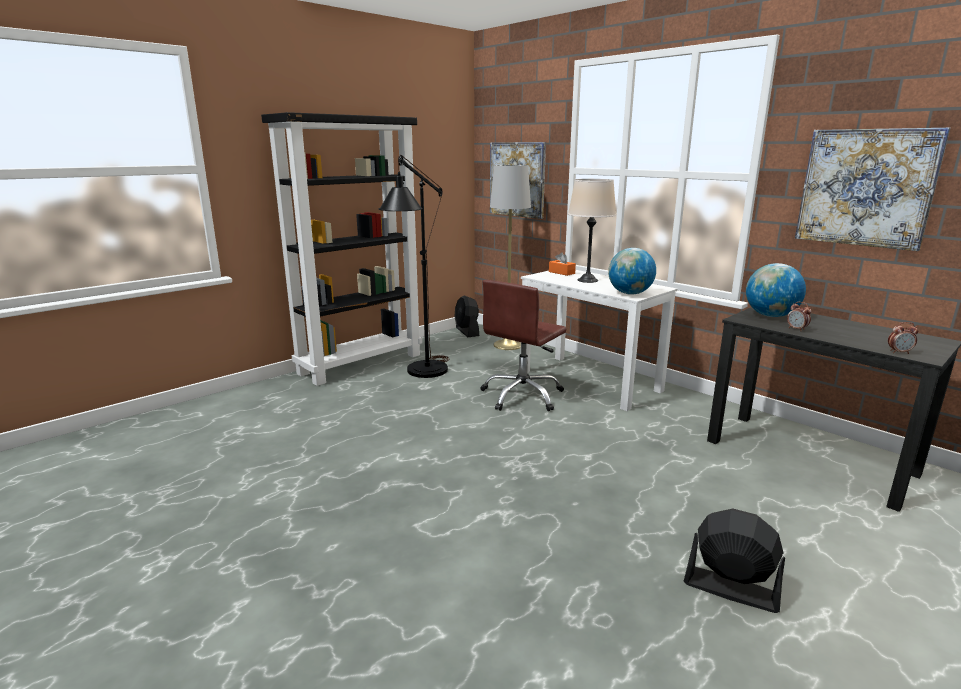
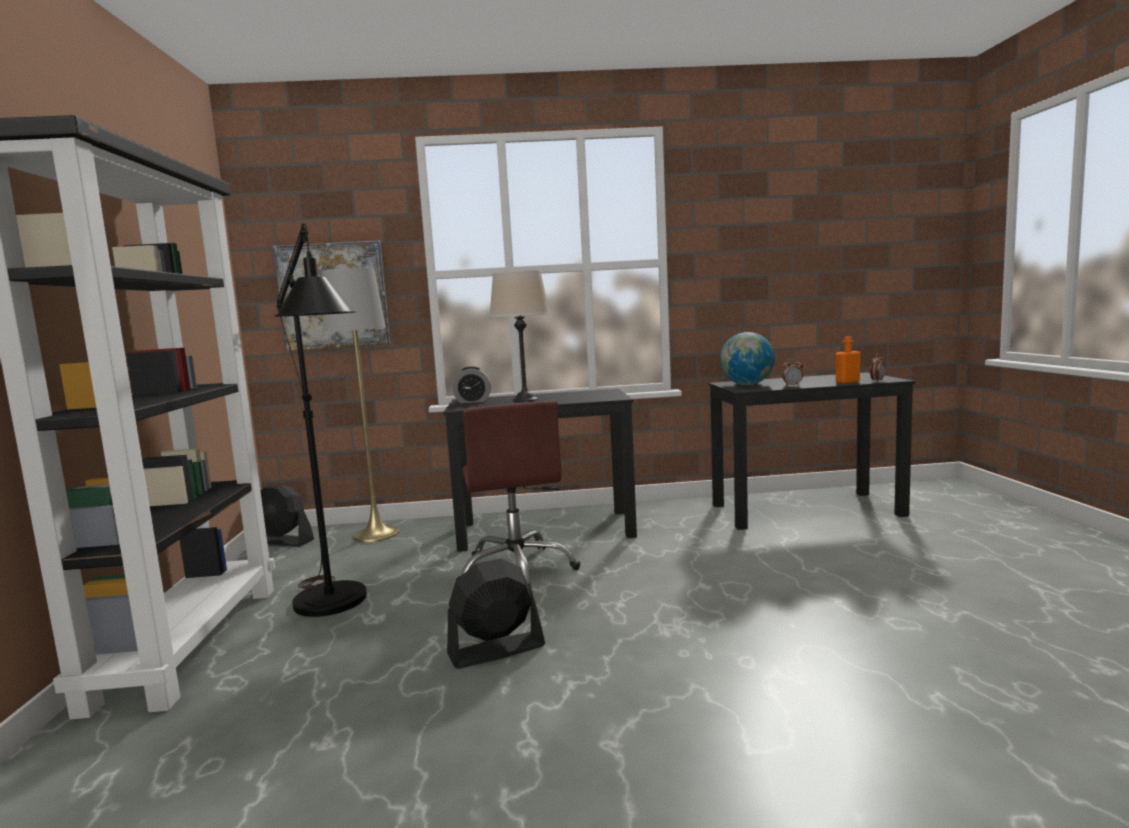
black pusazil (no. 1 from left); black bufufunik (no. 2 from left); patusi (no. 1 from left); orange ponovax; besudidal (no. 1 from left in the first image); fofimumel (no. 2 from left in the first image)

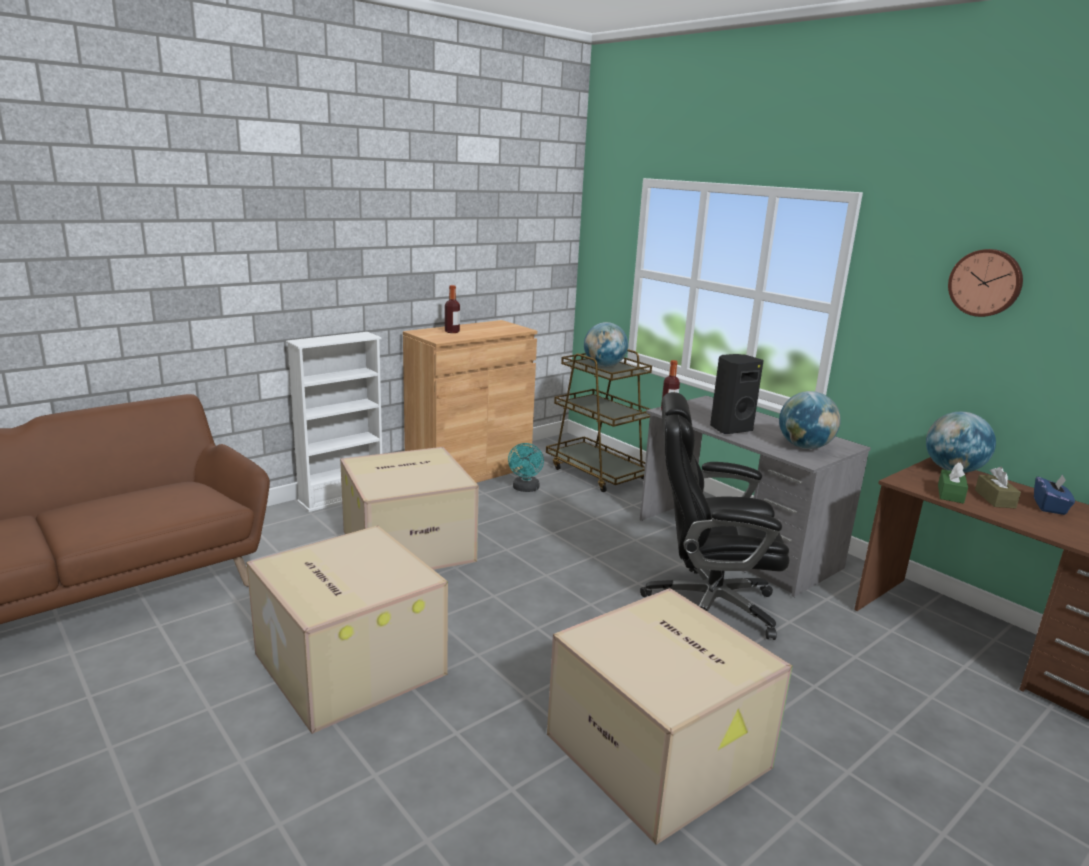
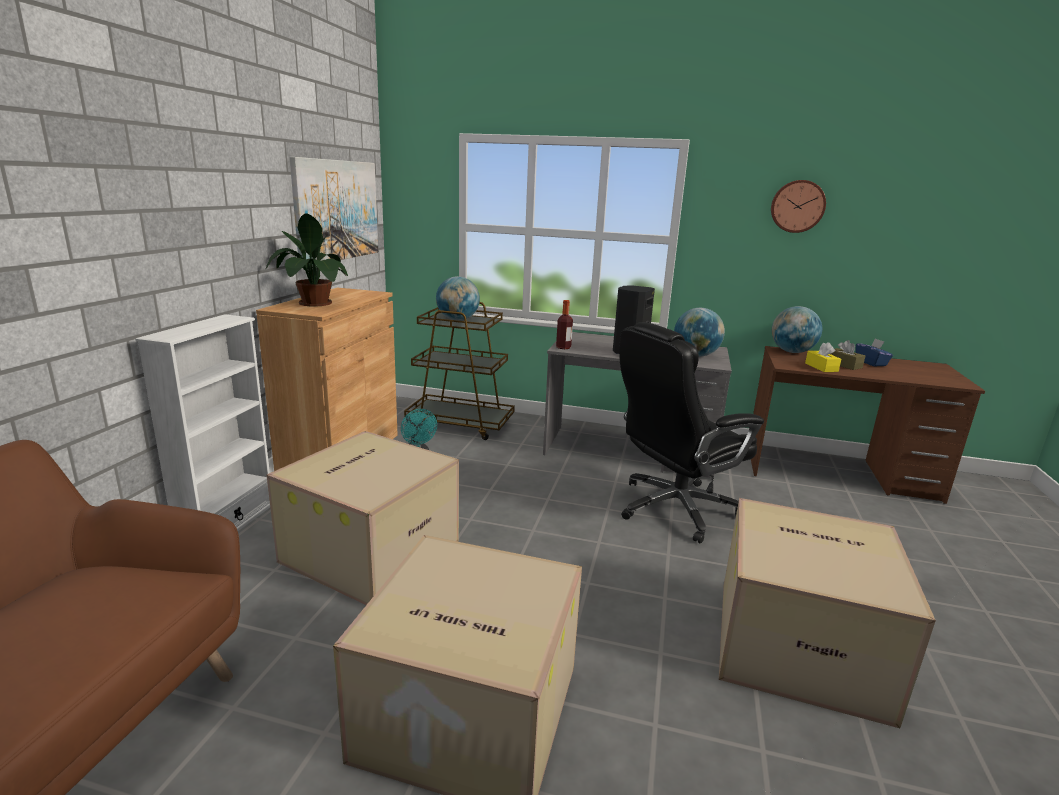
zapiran; fofimumel; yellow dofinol

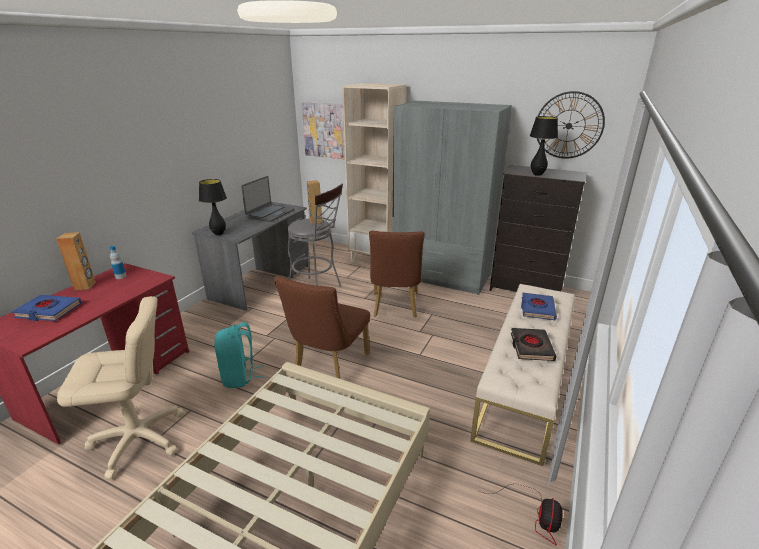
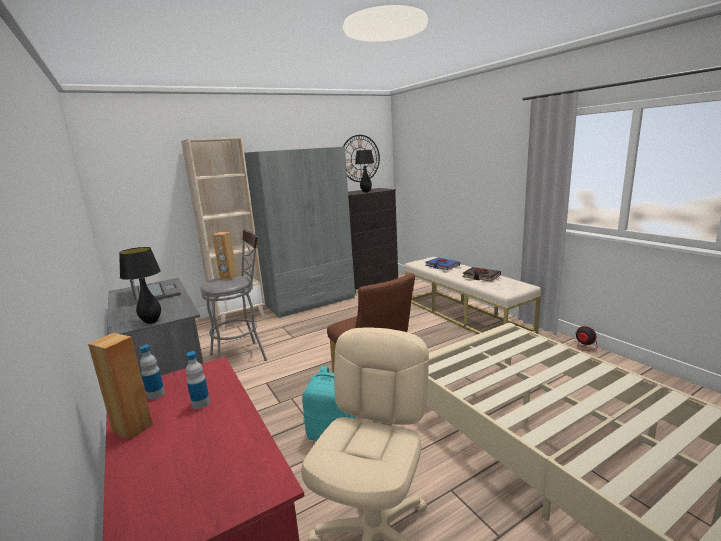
ponovax (no. 2 from left); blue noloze (no. 1 from left in the first image); fofimumel; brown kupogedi (no. 2 from left in the first image)

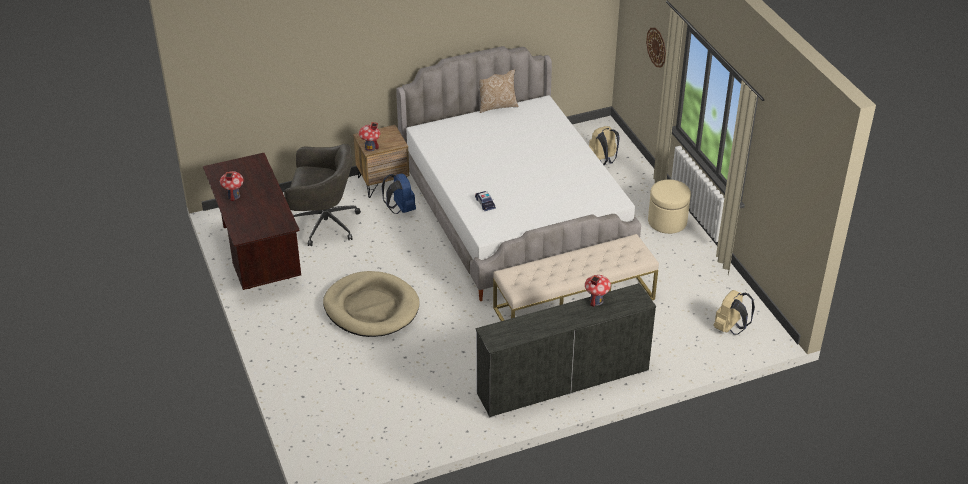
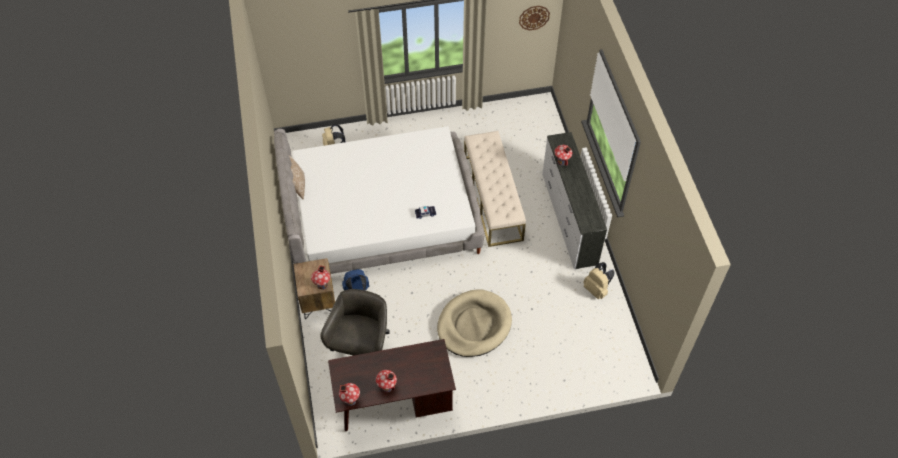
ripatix (no. 2 from left); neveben; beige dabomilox (no. 2 from left); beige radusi

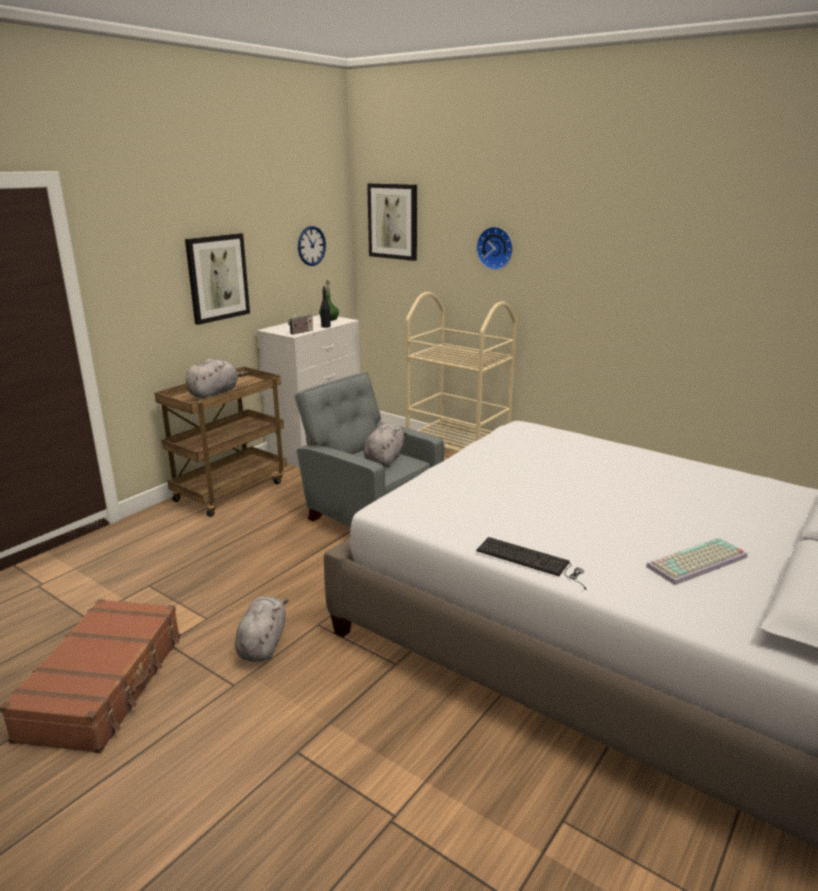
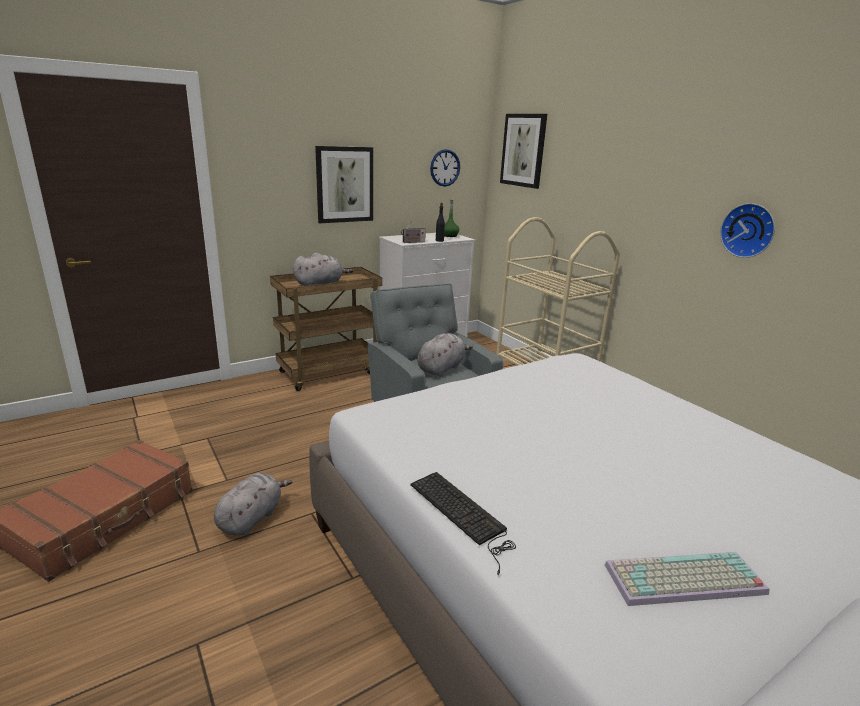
neveben (no. 2 from left)

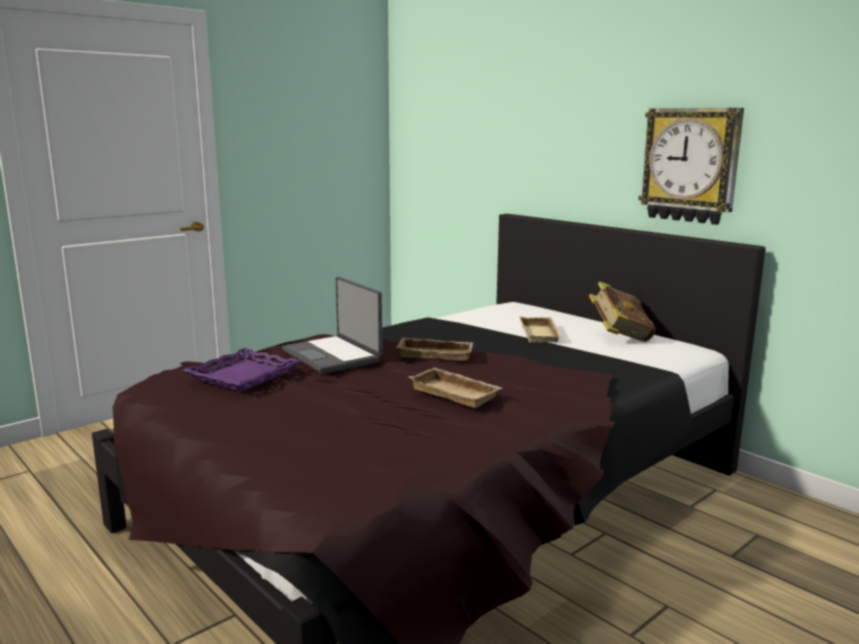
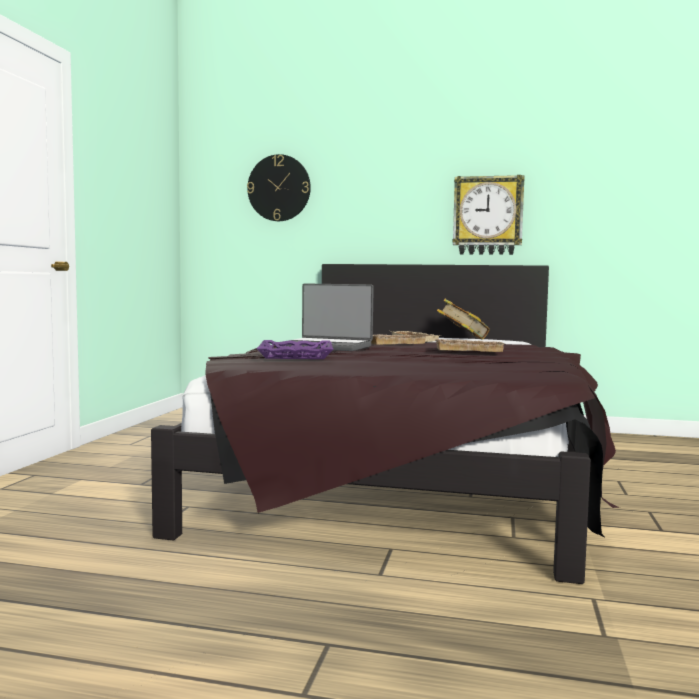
neveben (no. 1 from left)

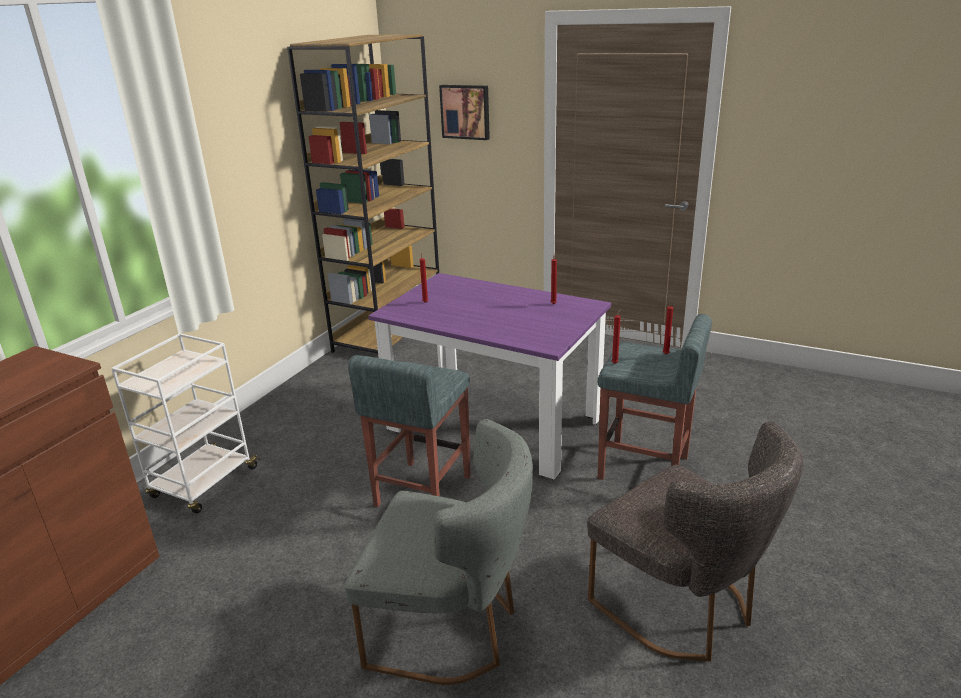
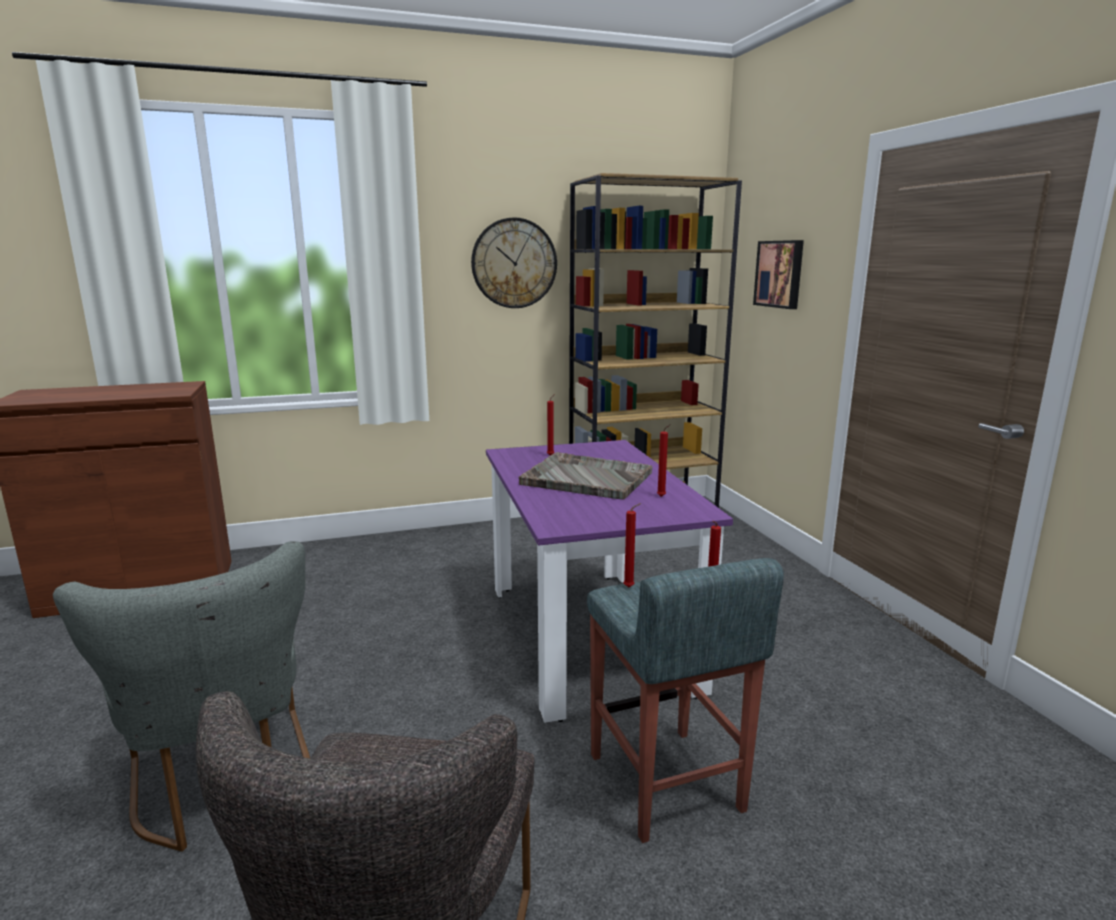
neveben; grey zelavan; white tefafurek; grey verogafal (no. 1 from left in the first image)

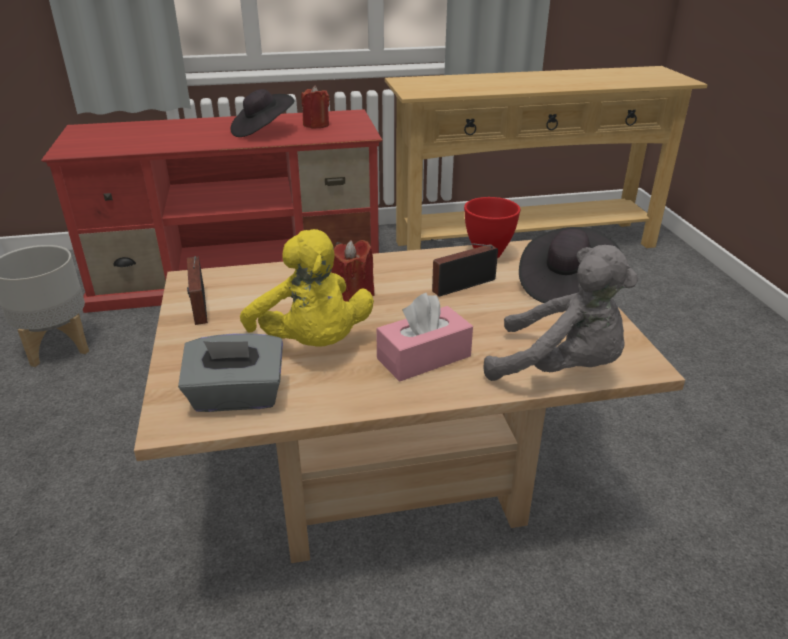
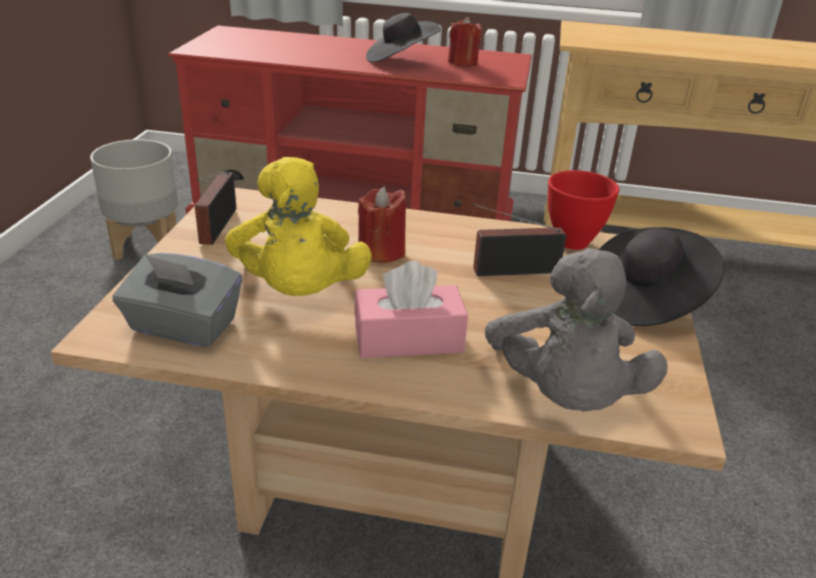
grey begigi

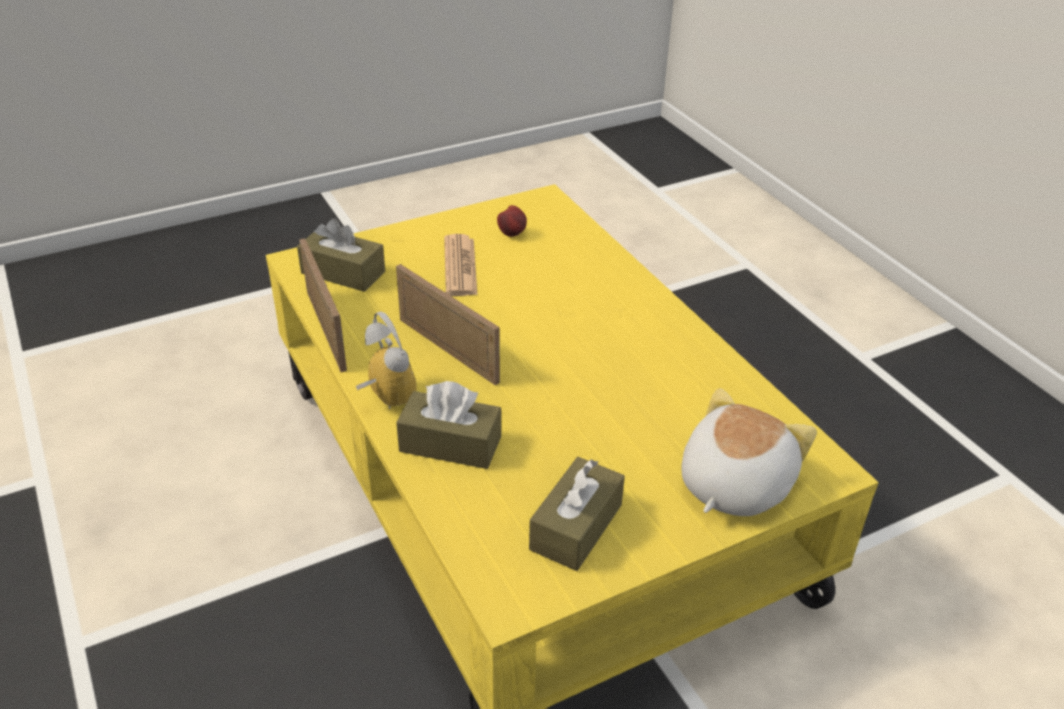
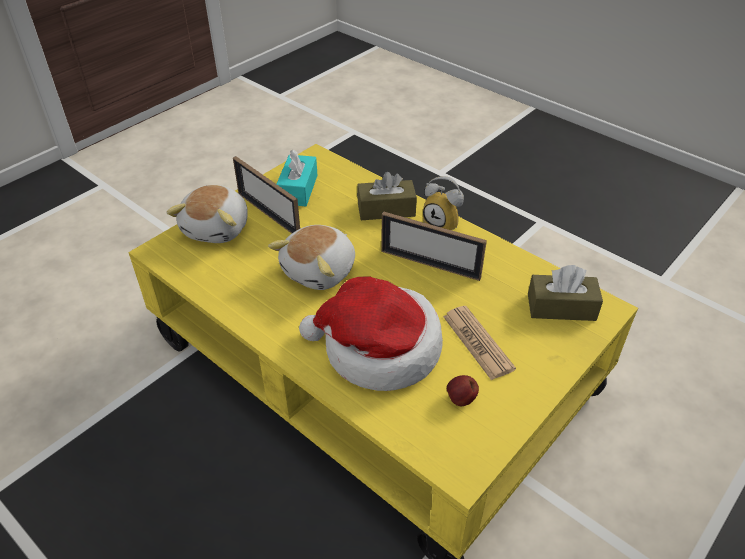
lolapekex (no. 1 from left); begigi (no. 2 from left); turquoise dofinol; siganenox

